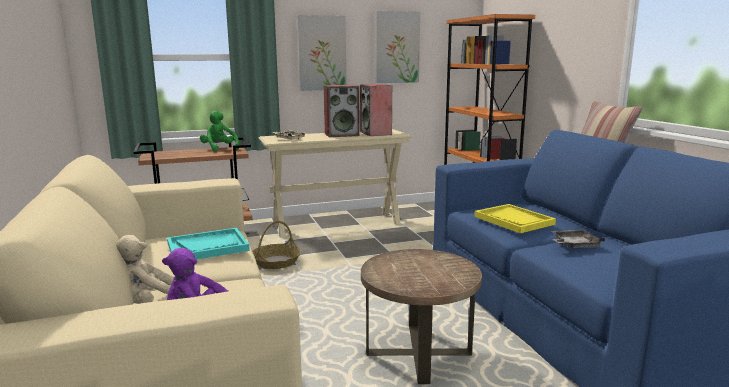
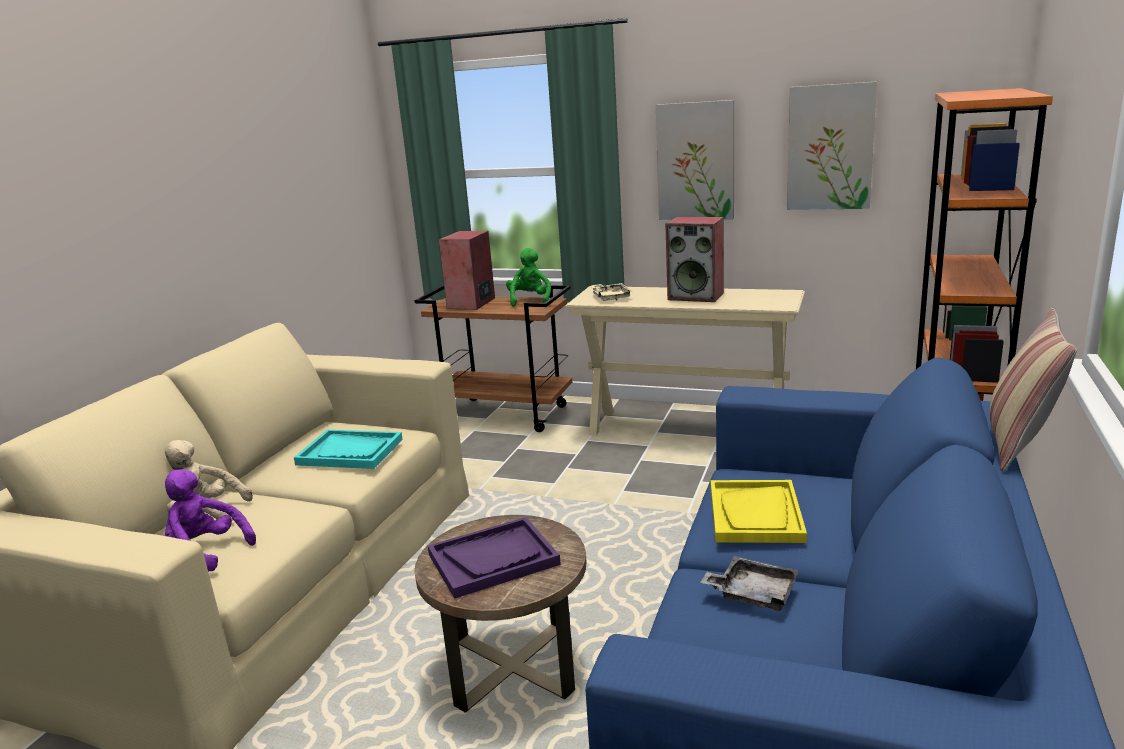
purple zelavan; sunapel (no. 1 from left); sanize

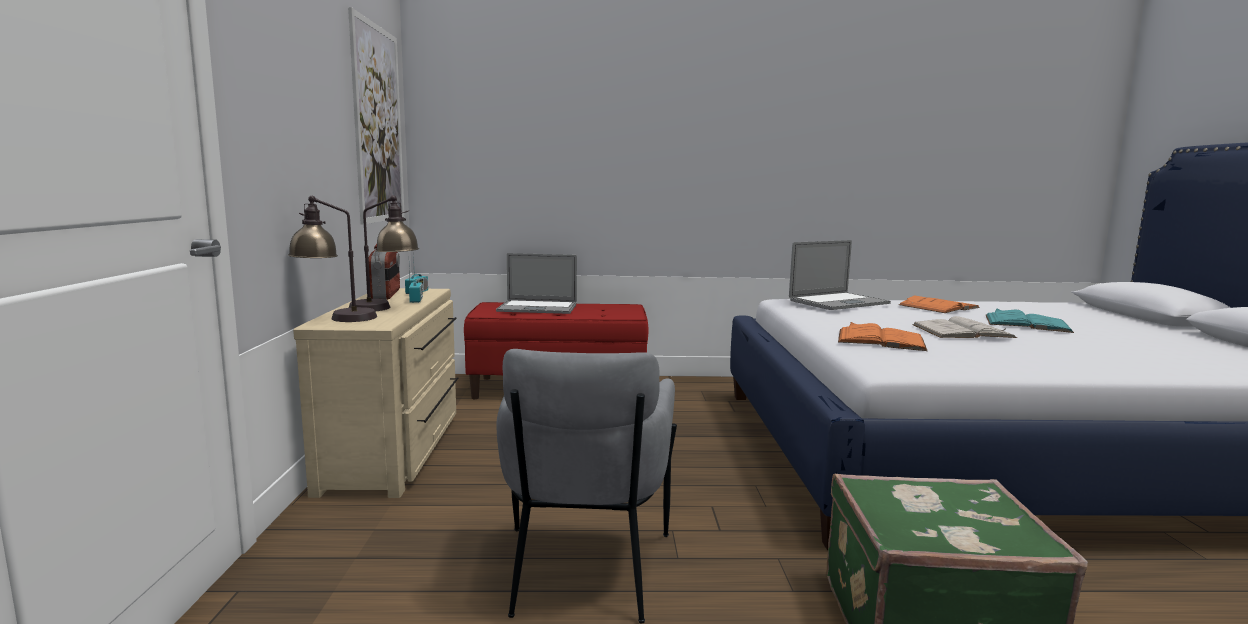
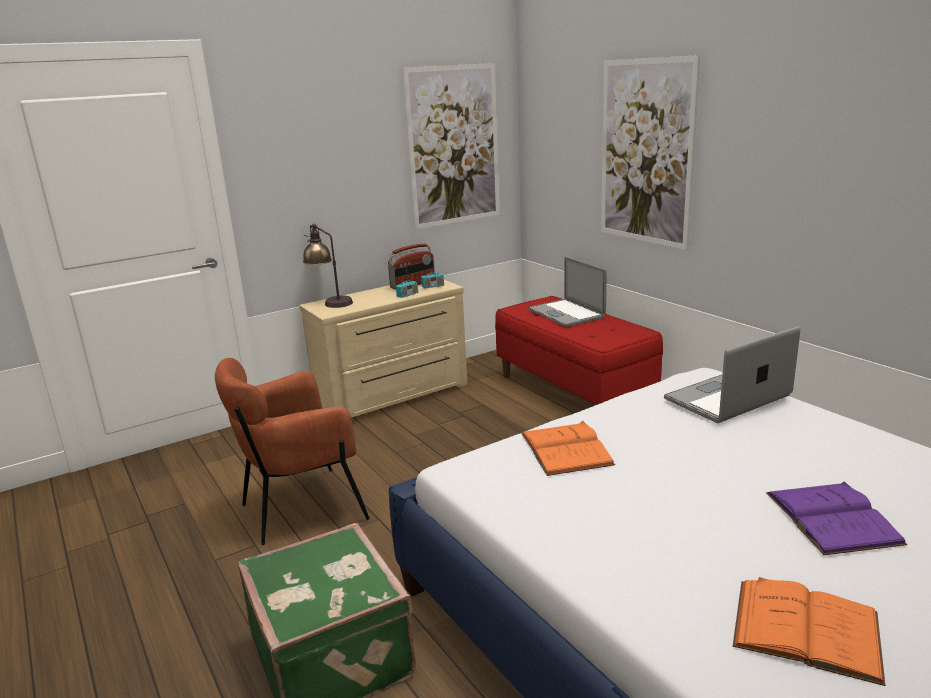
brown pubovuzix; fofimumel (no. 2 from left); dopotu (no. 2 from left); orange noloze (no. 2 from left); purple noloze; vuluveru (no. 2 from left in the first image); white noloze

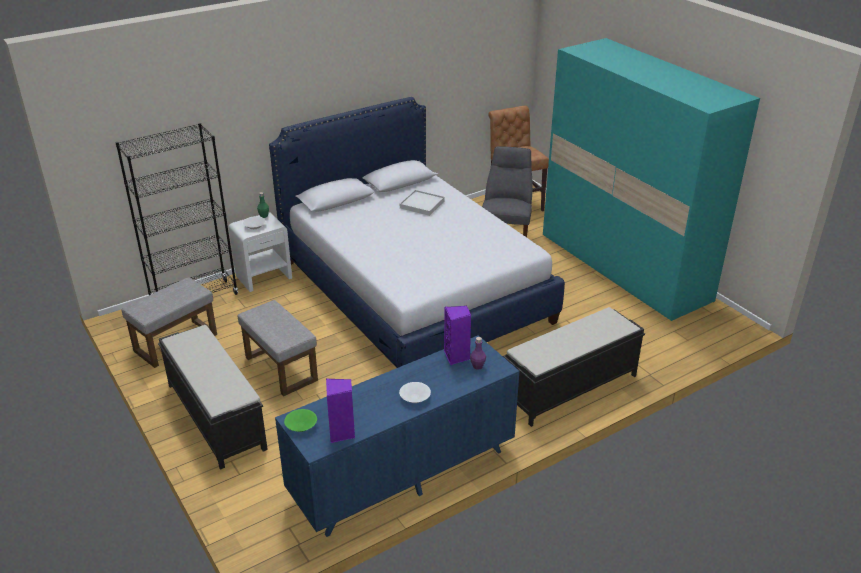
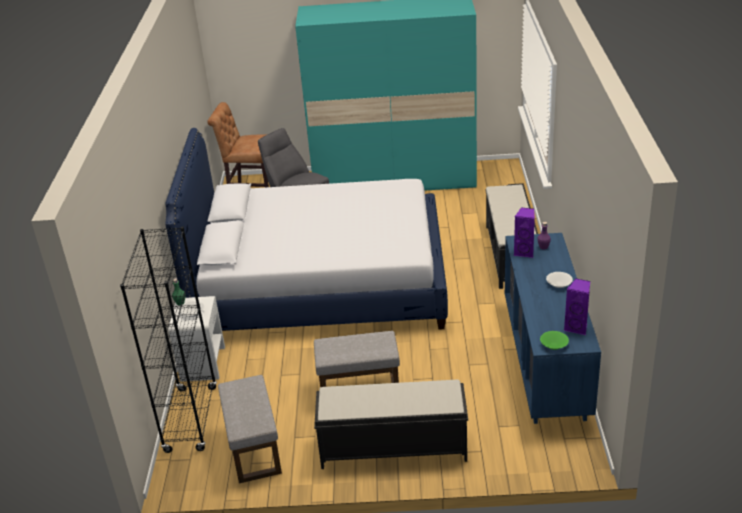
white zelavan

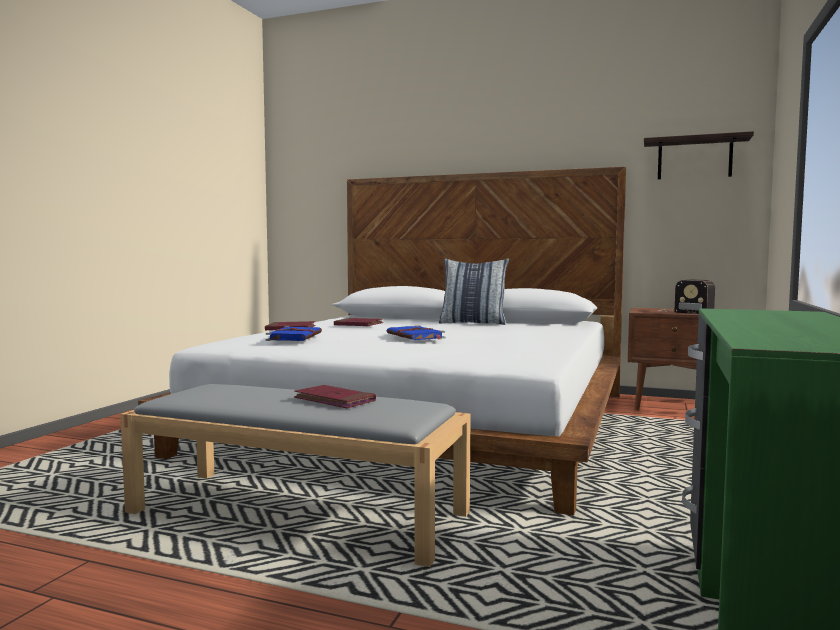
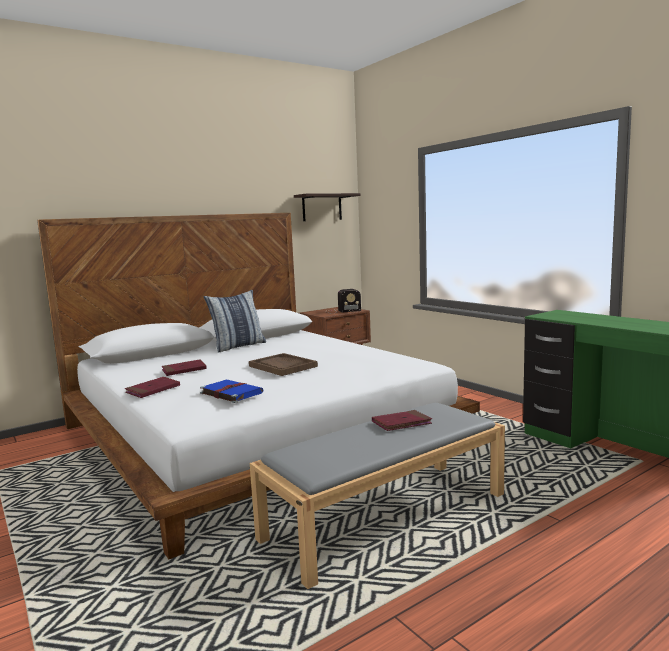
brown zelavan

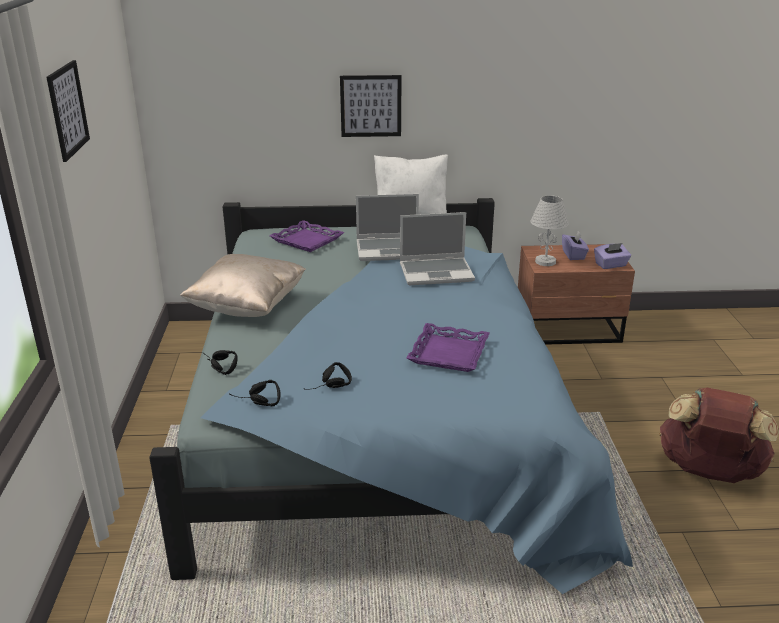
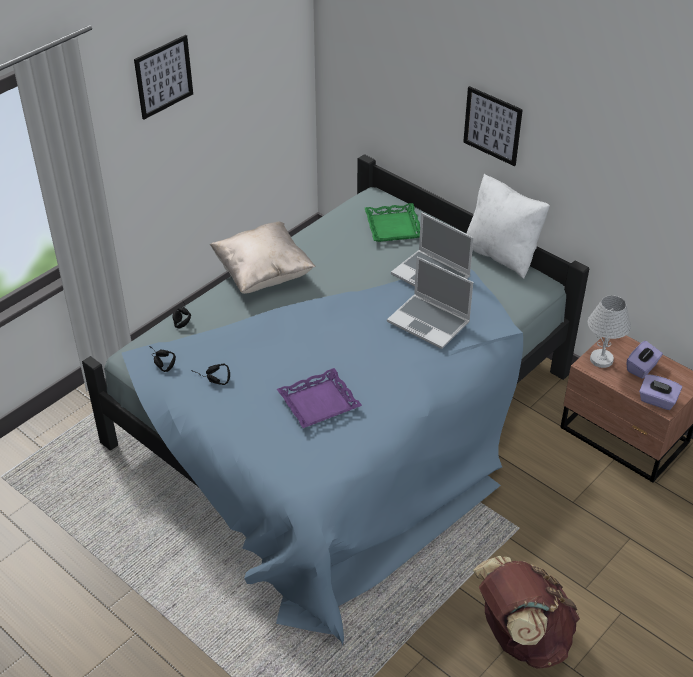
green zelavan

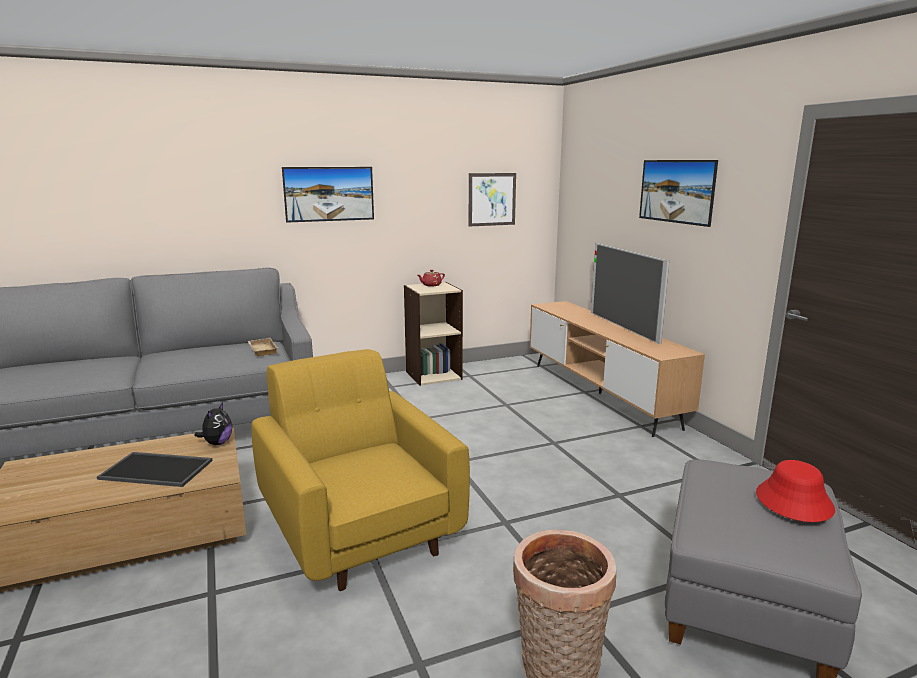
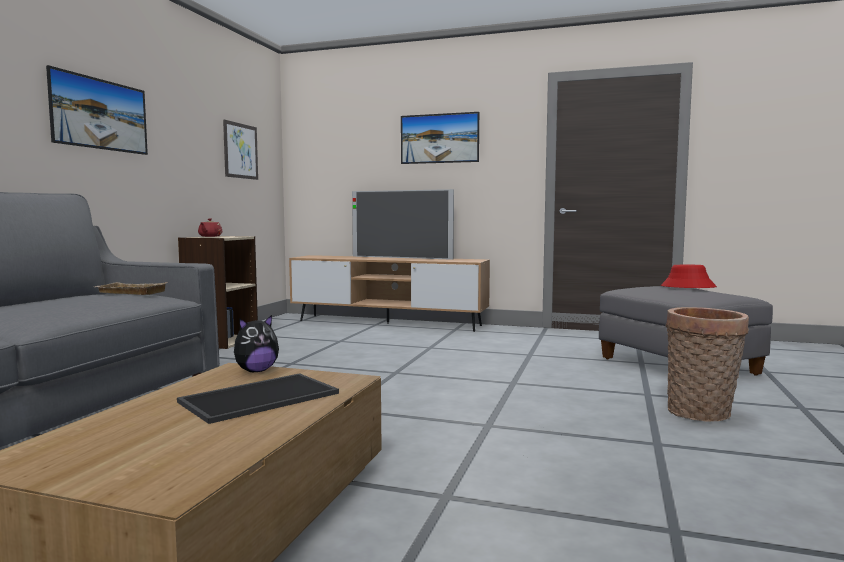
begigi; yellow pubovuzix

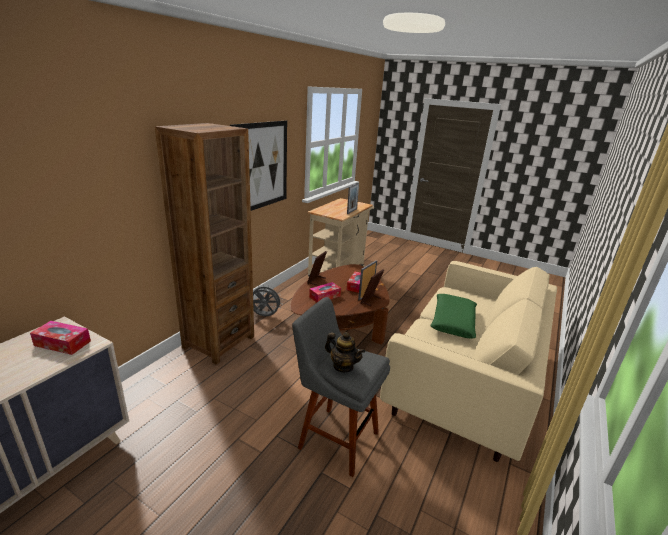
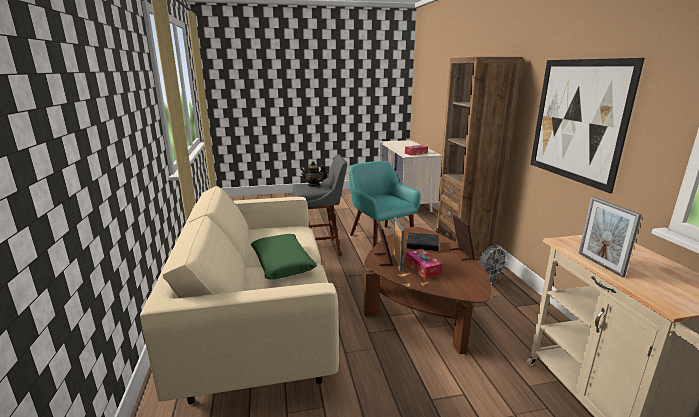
turquoise pubovuzix; black noloze

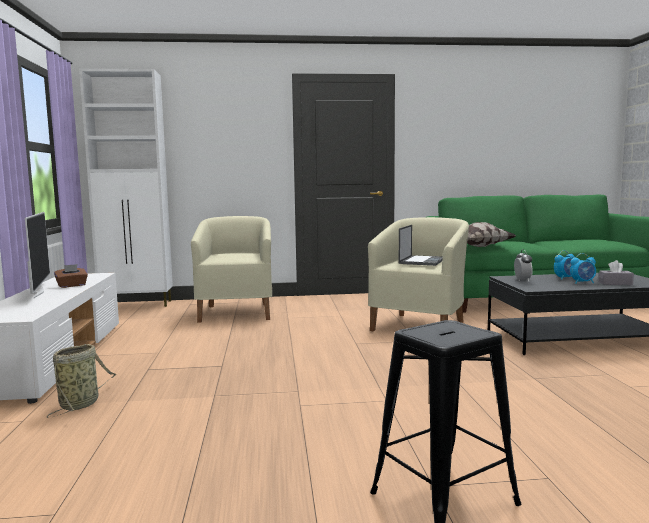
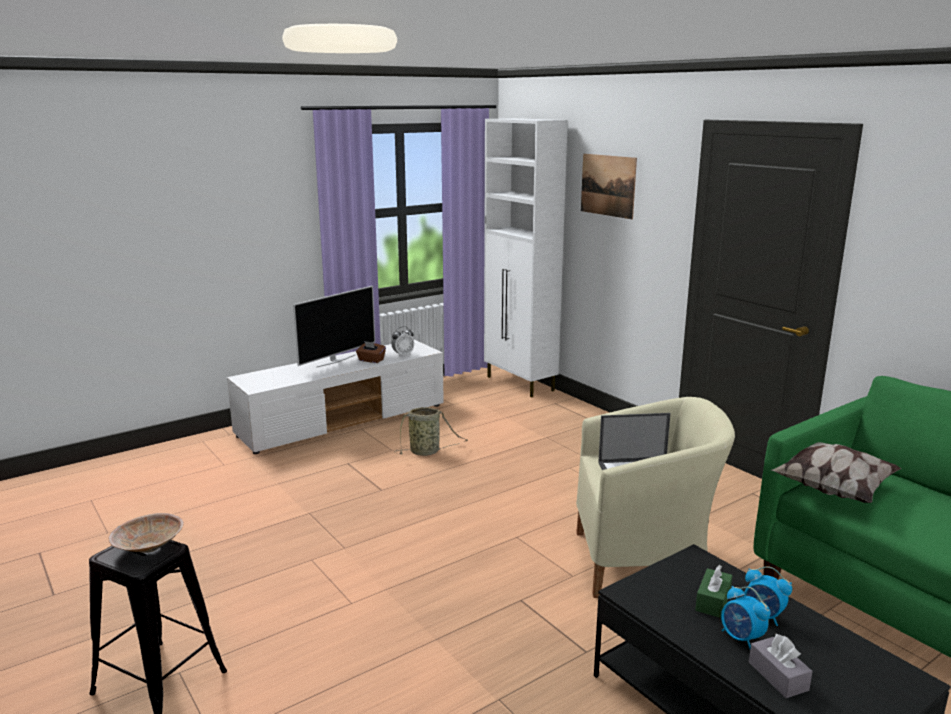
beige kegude; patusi (no. 1 from left); sanize; fofimumel; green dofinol; beige pubovuzix (no. 1 from left in the first image)

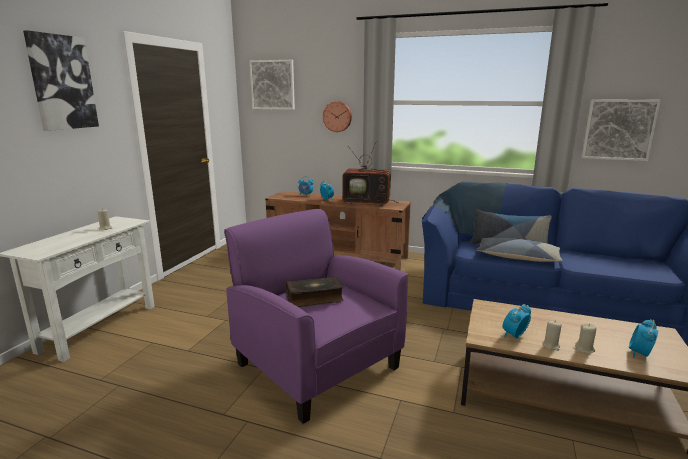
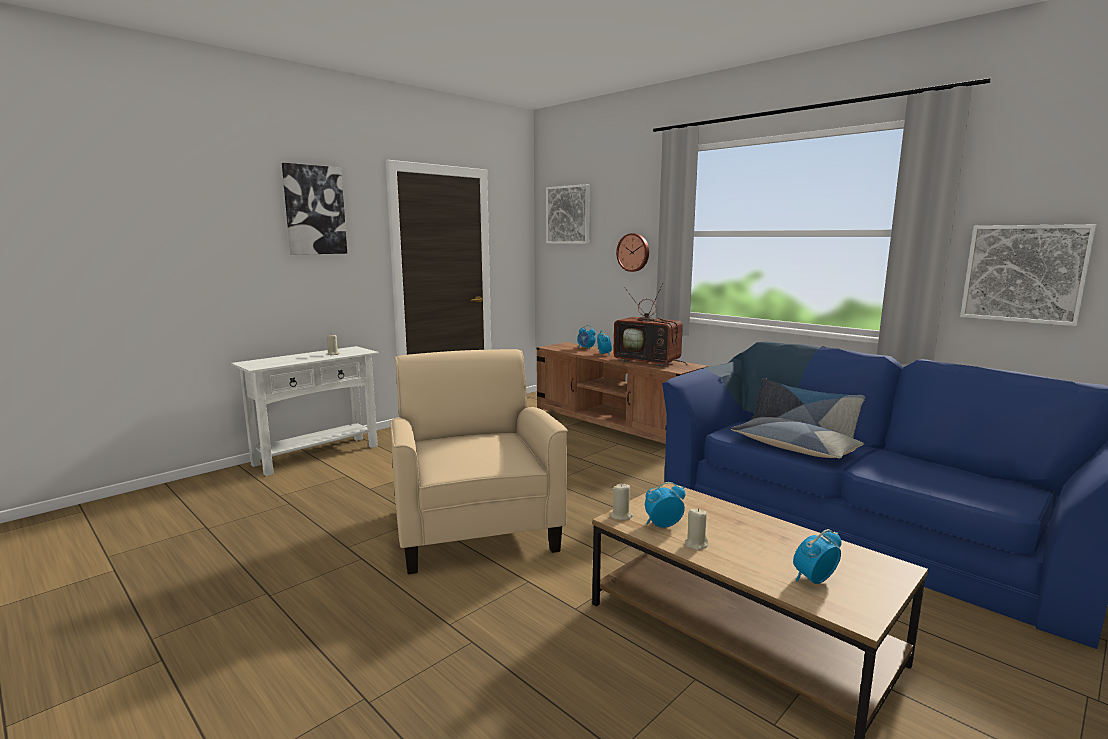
beige pubovuzix; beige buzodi (no. 2 from left); noloze

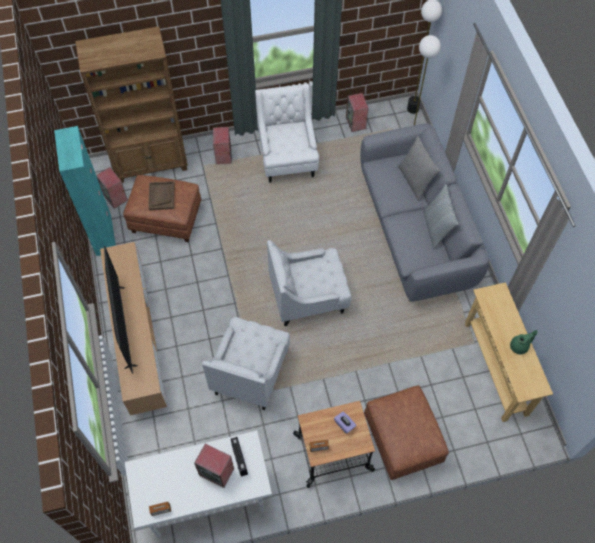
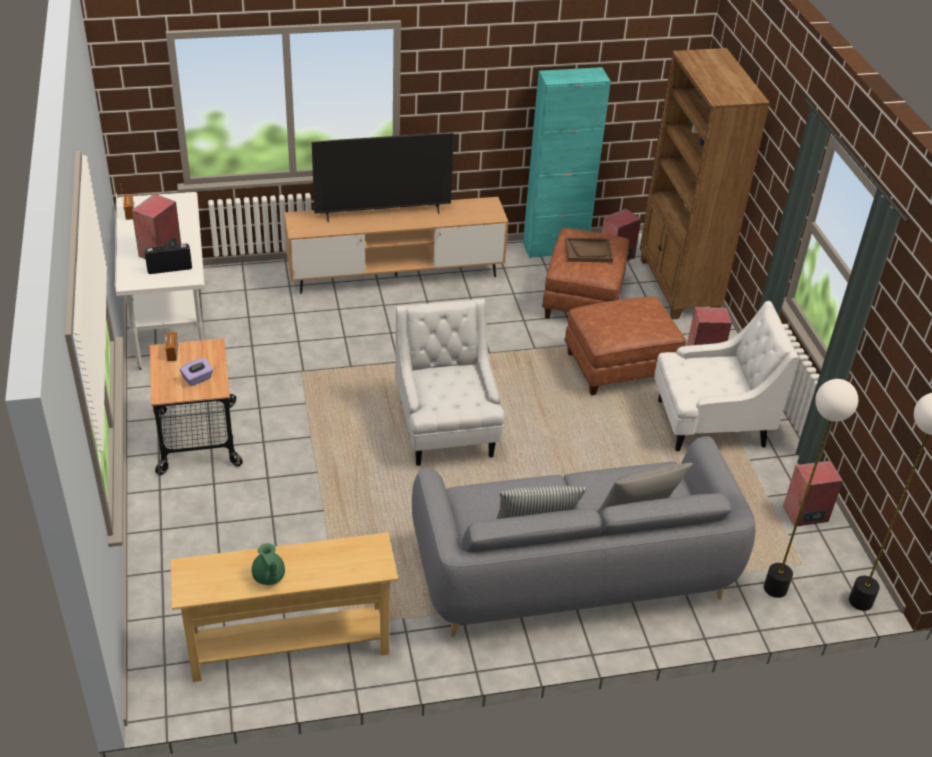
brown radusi (no. 2 from left); white pubovuzix (no. 1 from left in the first image)

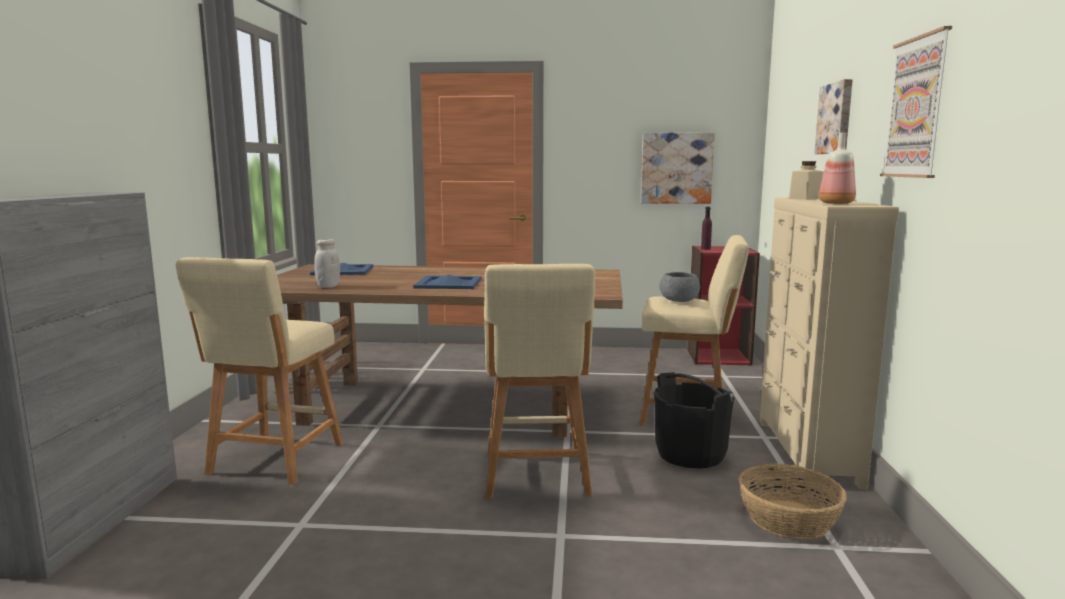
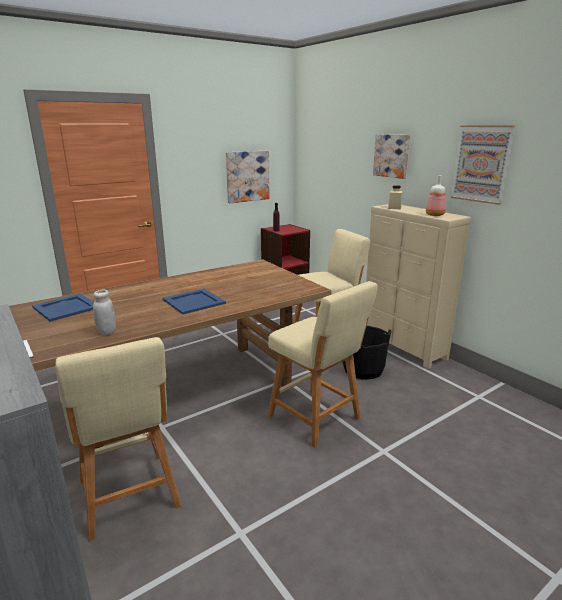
grey kegude; sanize

